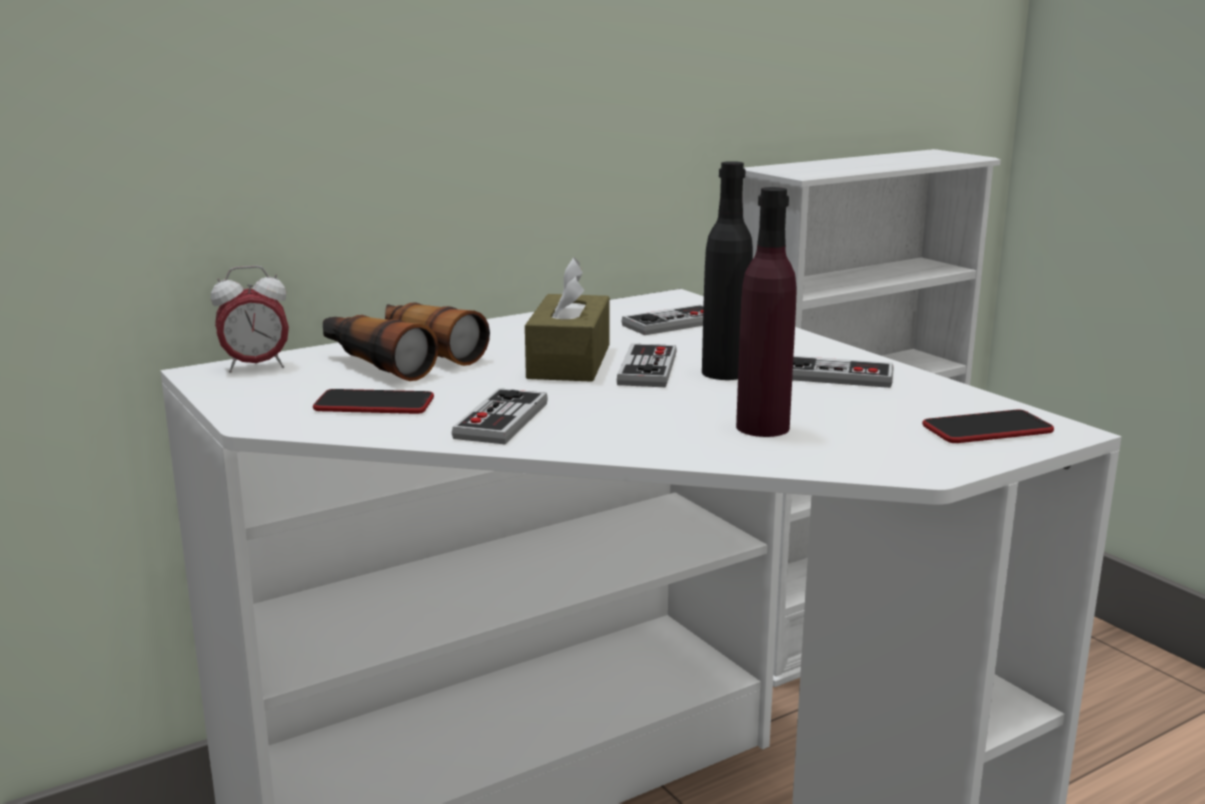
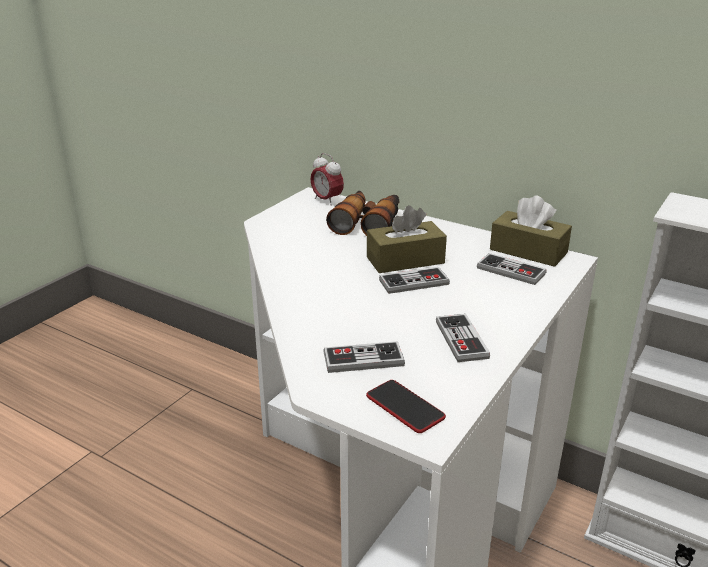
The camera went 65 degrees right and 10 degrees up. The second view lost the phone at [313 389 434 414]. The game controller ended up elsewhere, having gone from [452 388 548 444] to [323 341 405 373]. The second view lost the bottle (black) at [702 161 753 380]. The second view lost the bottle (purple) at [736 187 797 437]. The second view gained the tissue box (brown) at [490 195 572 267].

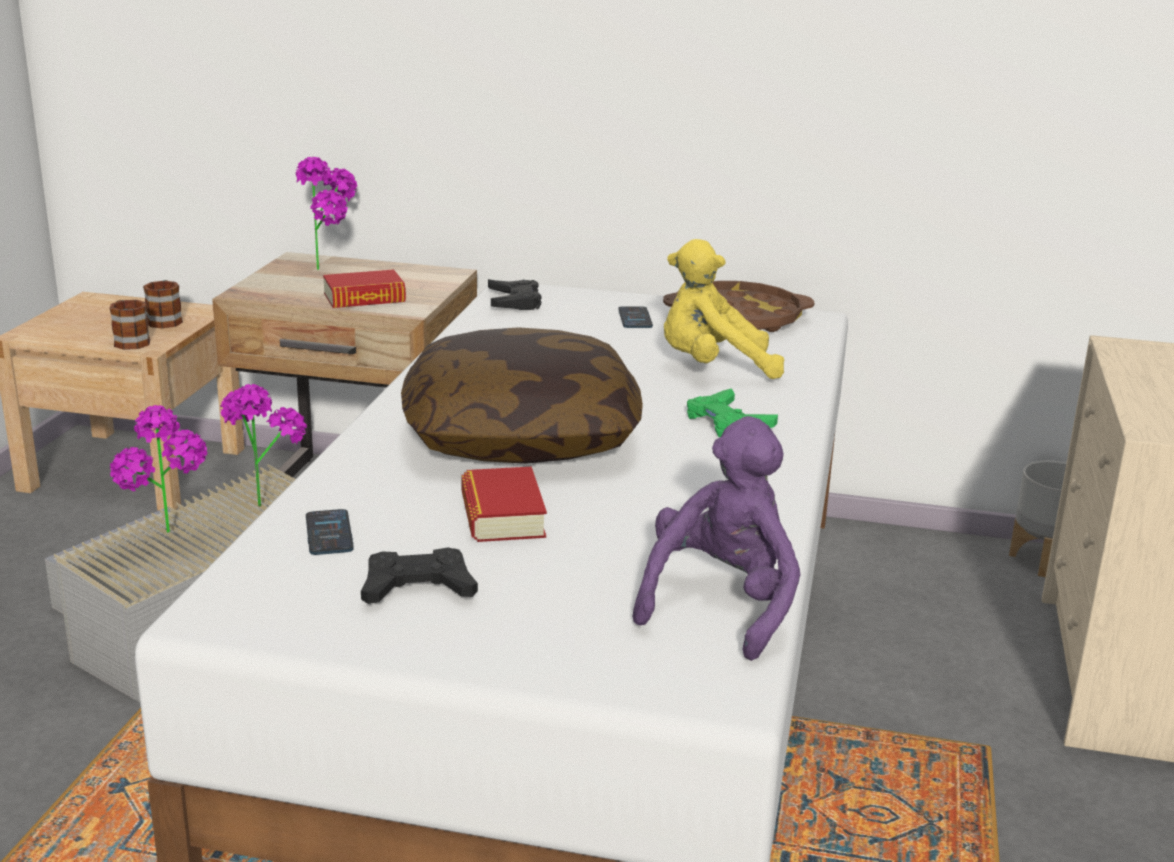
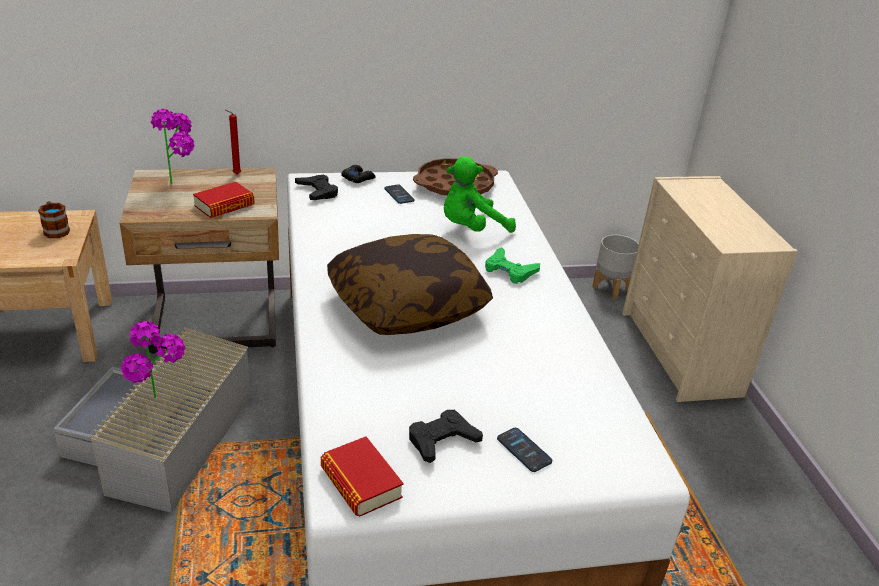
The camera went 25 degrees left and 10 degrees up. The second view lost the mug at [110 300 150 350]. The second view lost the potted plant at [220 384 307 507]. The phone ended up elsewhere, having gone from [306 509 354 555] to [497 428 552 472]. The book ended up elsewhere, having gone from [461 467 547 542] to [321 436 404 517]. The second view lost the plush toy (purple) at [632 416 801 661]. What was the plush toy (yellow) at [664 239 784 379] turned into the plush toy (green) at [443 156 516 233]. The second view gained the candle (red) at [226 110 241 174]. The second view gained the game controller (black) at [342 165 375 183].

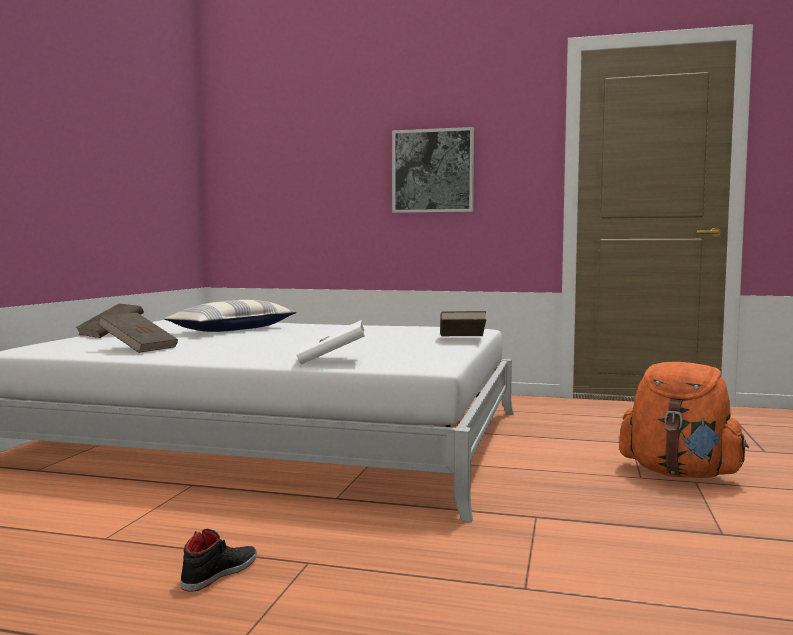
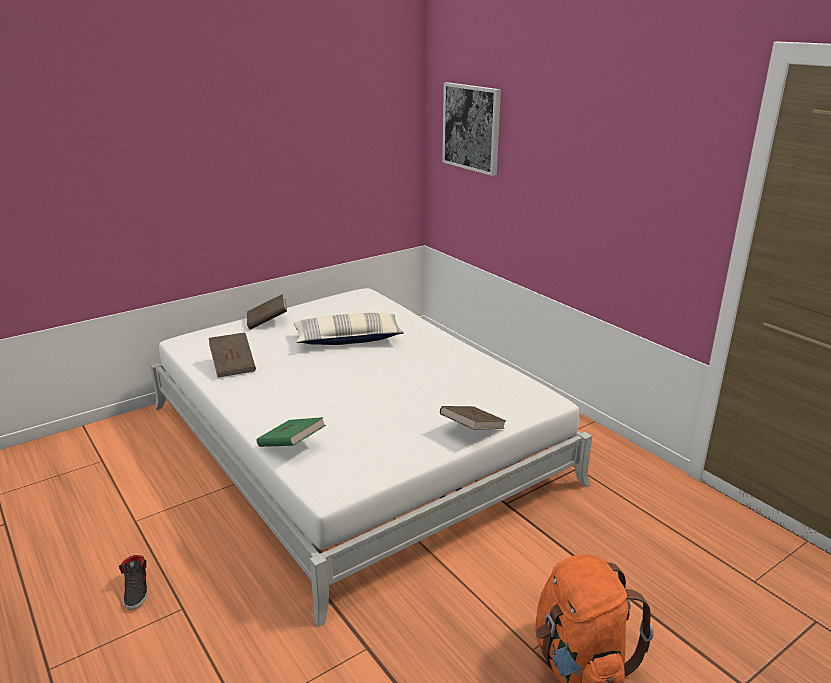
The camera went 40 degrees right and 20 degrees up. The shoe (black) at [181 529 257 592] ended up facing another way, 90 degrees clockwise from before. What was the book (white) at [296 320 365 364] turned into the book (green) at [257 417 326 447]. The picture ended up elsewhere, having gone from [392 127 474 213] to [442 82 501 176].

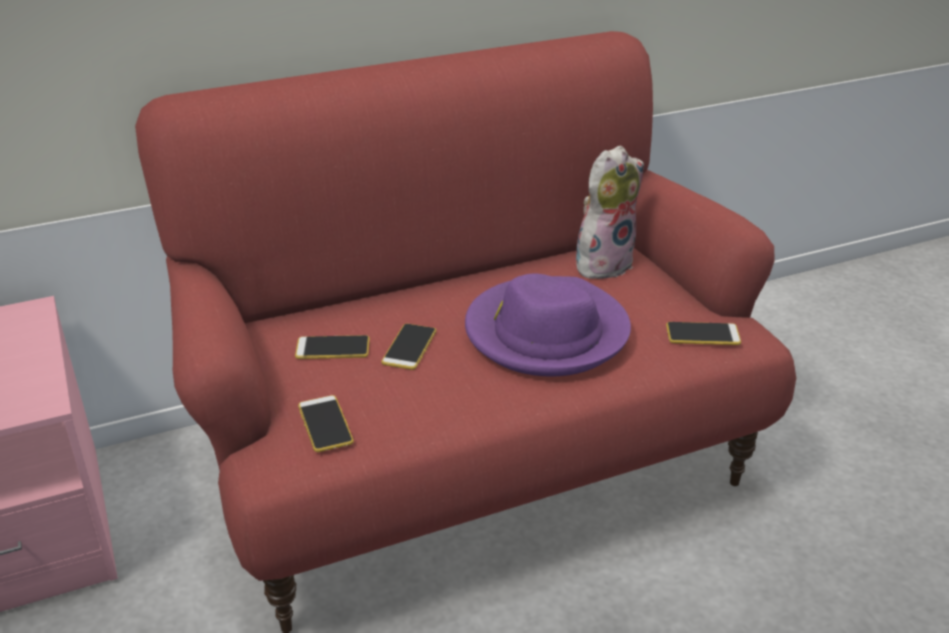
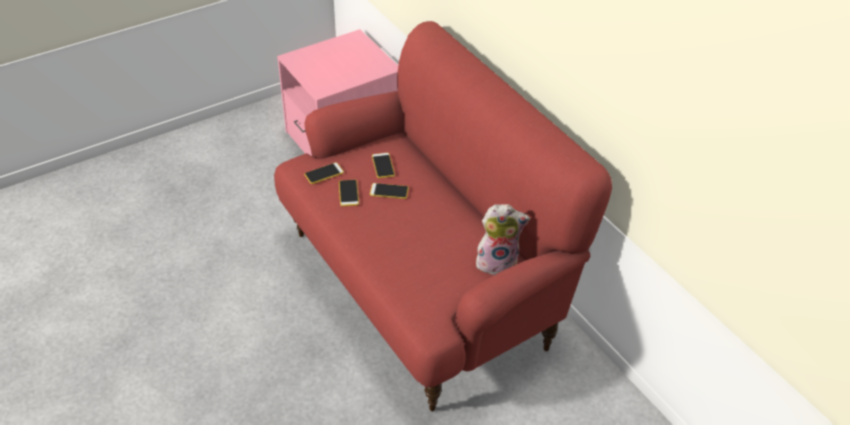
The camera went 80 degrees right and 10 degrees up. The second view lost the hat (purple) at [465 274 631 376]. The plush toy at [576 145 644 279] ended up facing another way, 45 degrees counterclockwise from before. The phone ended up elsewhere, having gone from [666 322 741 345] to [339 180 359 206].

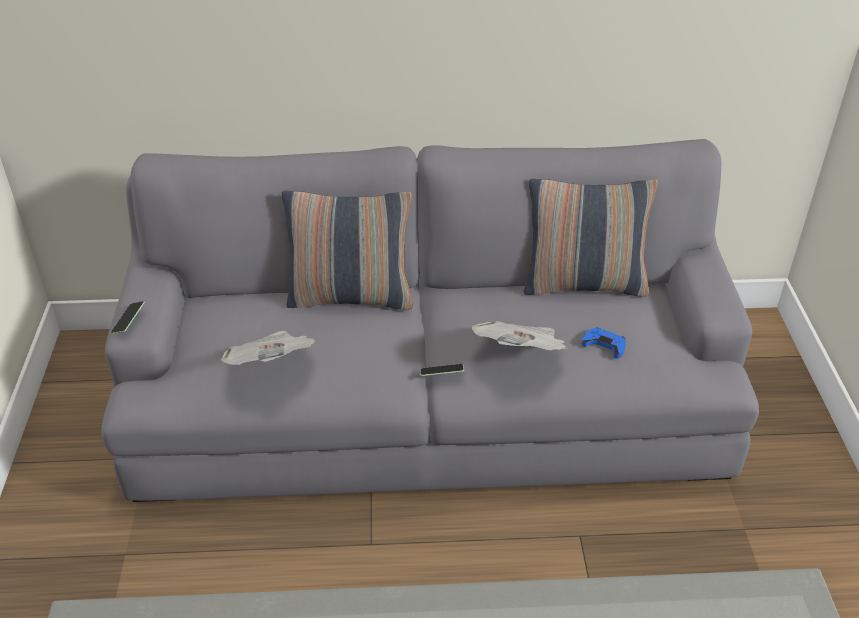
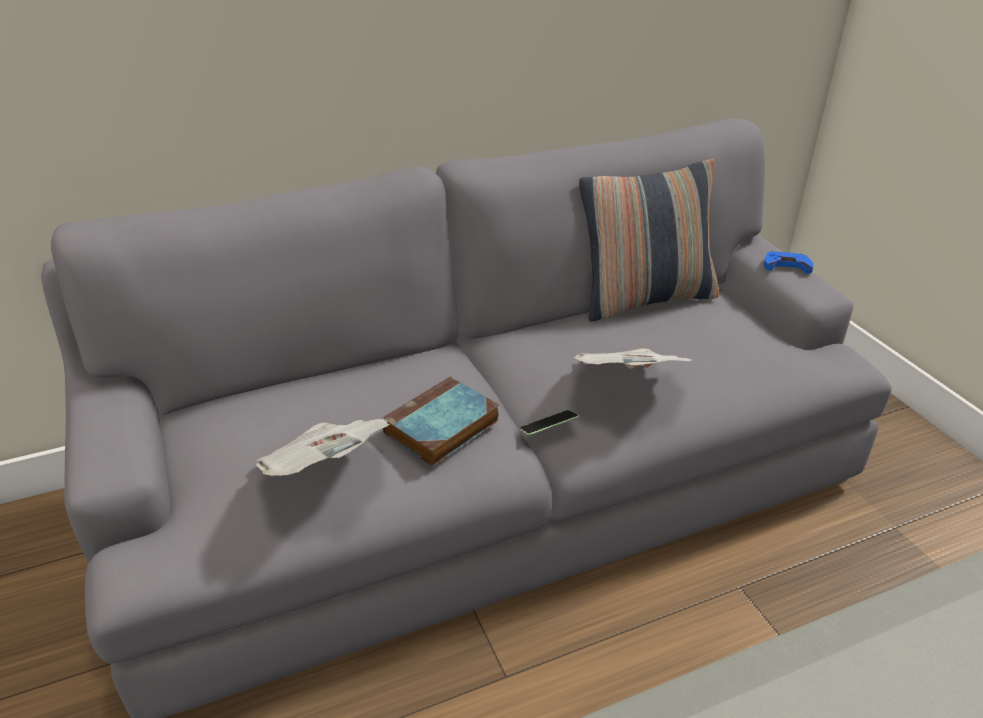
The camera went 20 degrees left and 5 degrees down. The second view lost the phone at [111 301 145 334]. The second view lost the pillow at [282 190 413 310]. The game controller (blue) ended up elsewhere, having gone from [582 328 626 359] to [764 251 814 274]. The second view gained the book at [383 376 499 467].

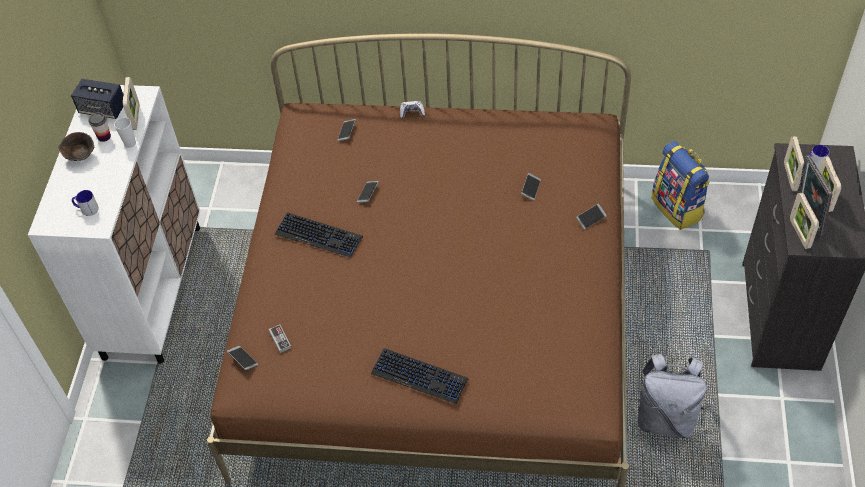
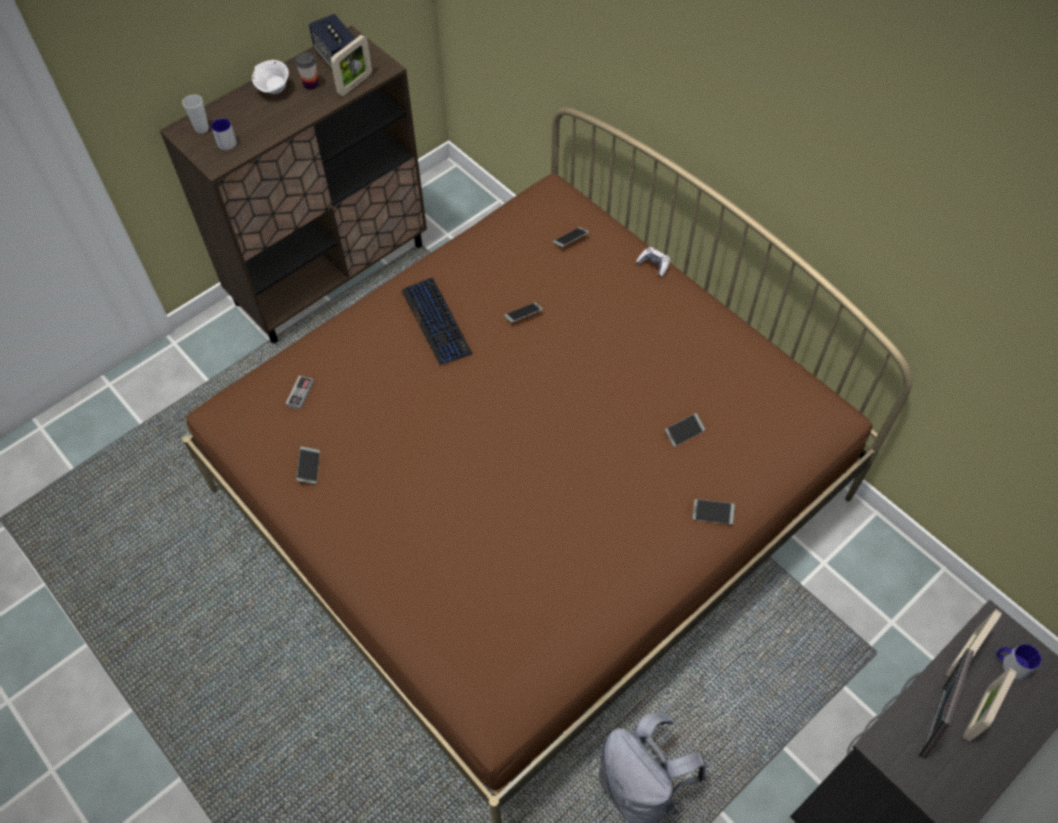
The camera went 40 degrees right and 5 degrees up. What was the cabinet (white) at [28 85 200 364] turned into the cabinet (brown) at [160 26 427 343]. What was the bowl (brown) at [58 132 94 161] turned into the bowl (white) at [252 60 289 94]. The cup ended up elsewhere, having gone from [114 117 136 148] to [182 95 209 134]. The phone ended up elsewhere, having gone from [227 346 258 370] to [296 446 320 484]. The second view lost the keyboard at [371 348 468 404]. The second view lost the backpack at [651 141 710 230]. The second view lost the picture frame at [790 192 819 249].

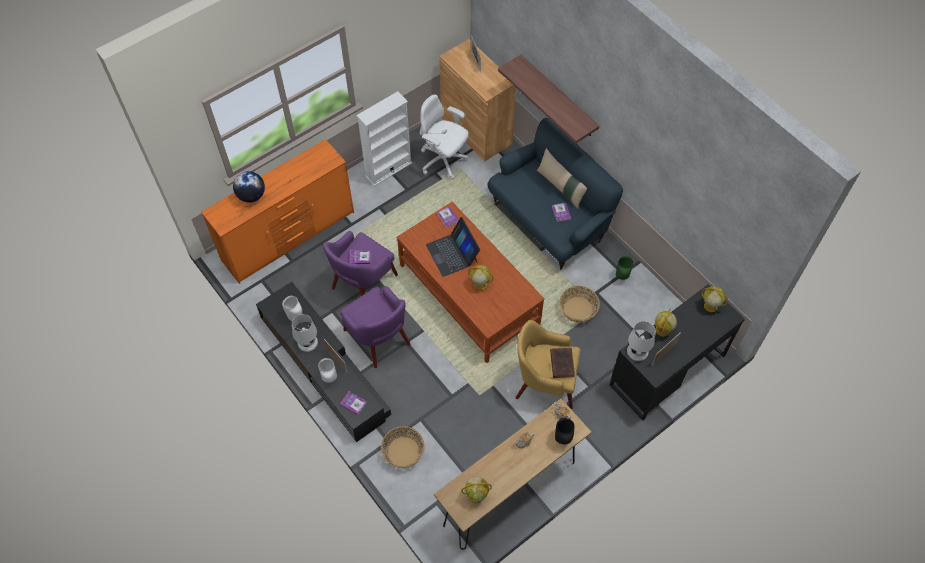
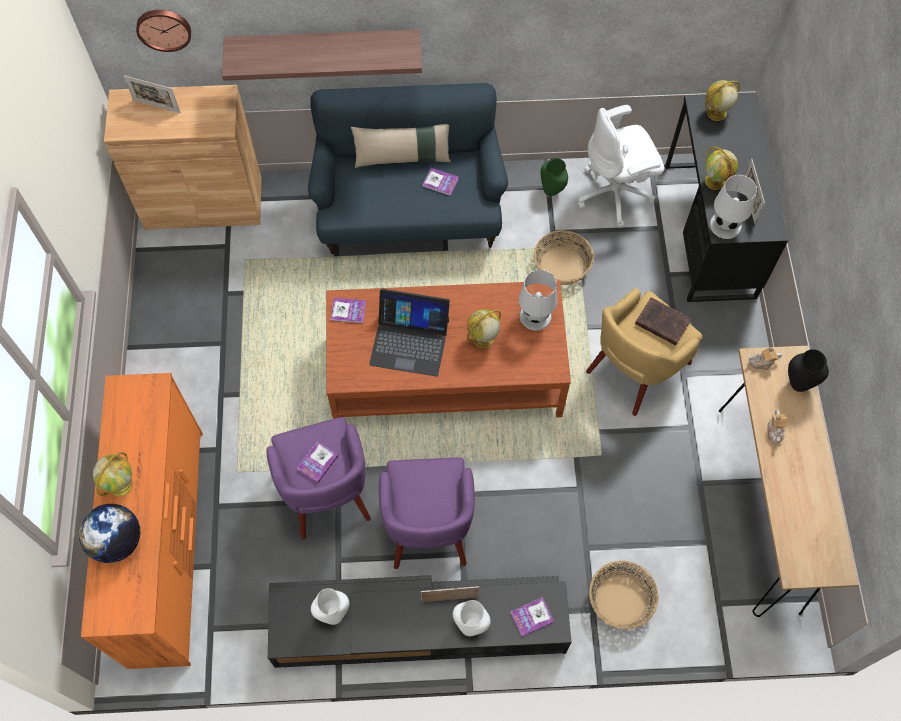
The camera went 55 degrees left and 5 degrees up. The table lamp (white) ended up elsewhere, having gone from [292 314 318 352] to [519 270 558 330]. The armchair (purple) at [340 286 410 368] ended up facing another way, 90 degrees clockwise from before. The second view lost the bookcase (white) at [356 91 412 186]. The office chair (white) ended up elsewhere, having gone from [420 95 469 180] to [578 105 665 228]. The globe ended up elsewhere, having gone from [461 477 492 503] to [93 452 133 497]. The second view gained the wall clock at [136 10 191 52].

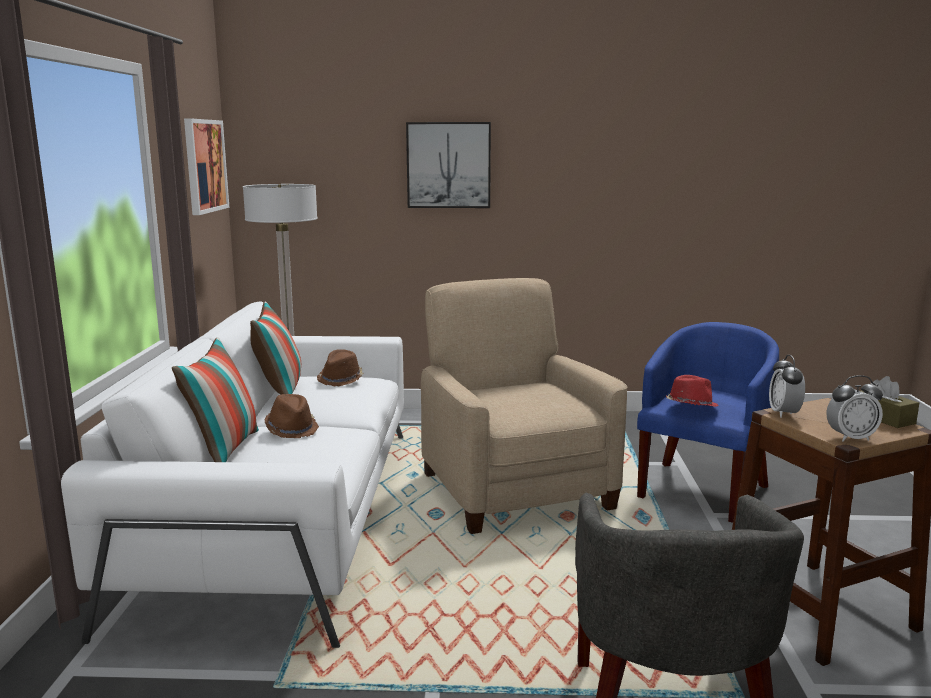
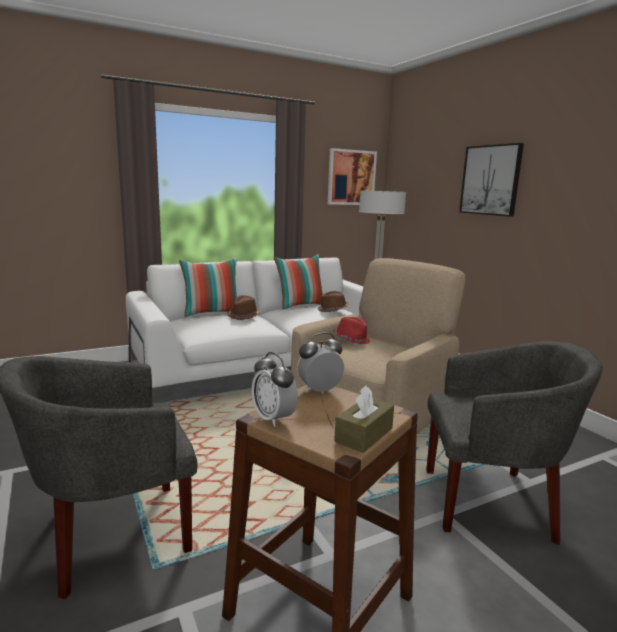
The camera went 60 degrees right and 0 degrees up. What was the armchair (blue) at [637 322 779 523] turned into the armchair (grey) at [426 342 603 545]. The hat (red) ended up elsewhere, having gone from [666 375 719 407] to [333 317 370 344].

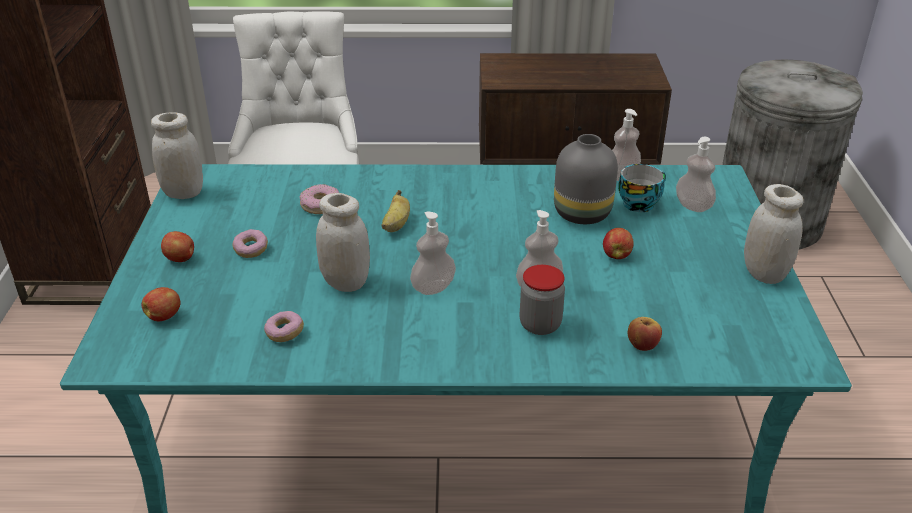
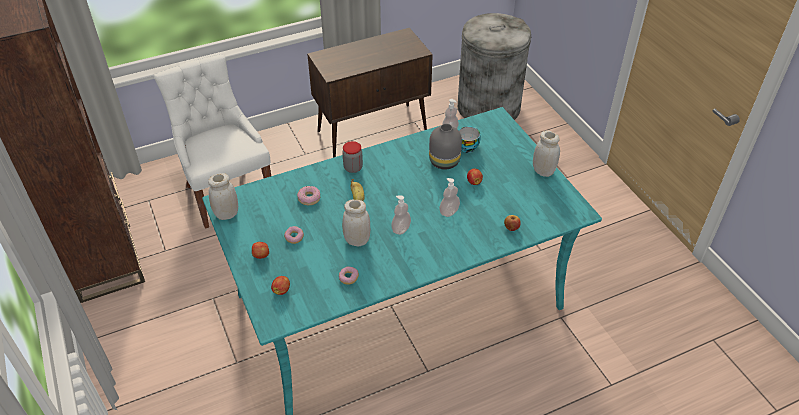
The camera went 25 degrees left and 10 degrees up. The jar ended up elsewhere, having gone from [519 265 565 335] to [342 141 363 173]. The second view lost the soap dispenser at [676 137 716 212].

